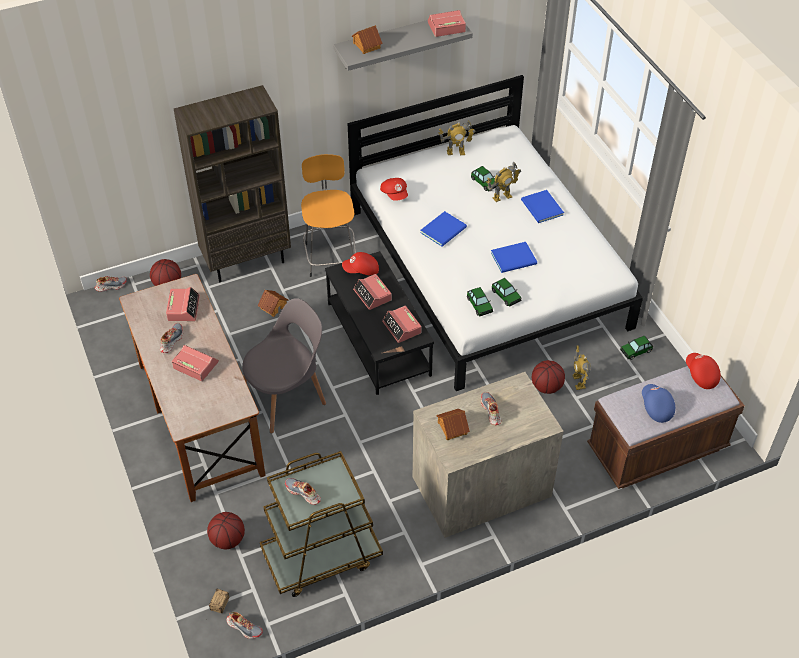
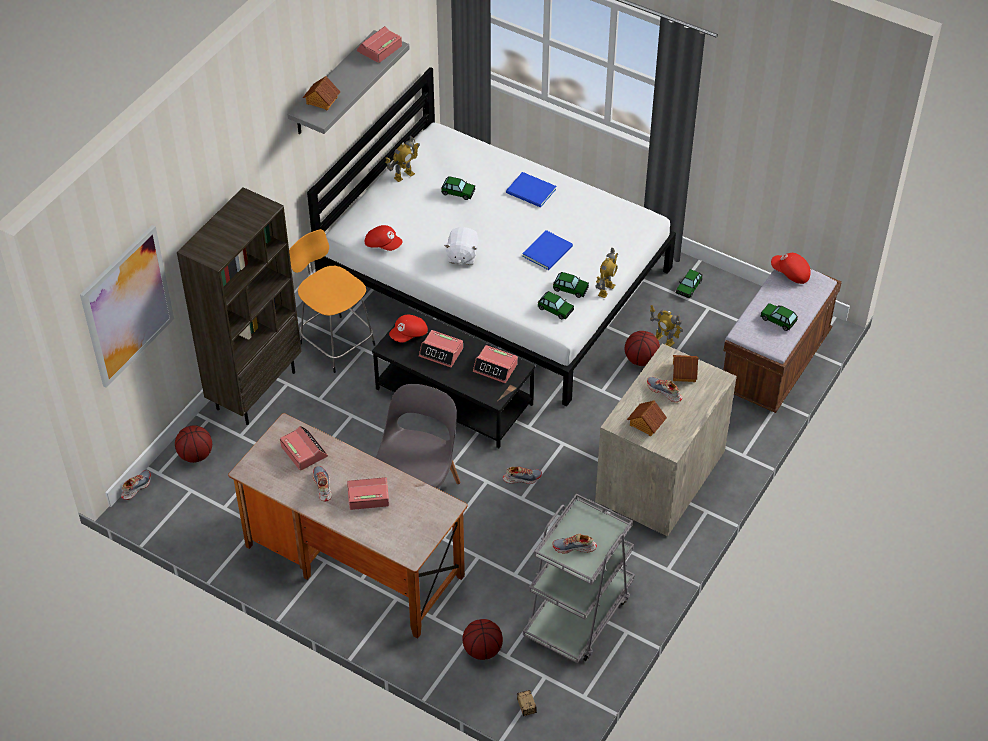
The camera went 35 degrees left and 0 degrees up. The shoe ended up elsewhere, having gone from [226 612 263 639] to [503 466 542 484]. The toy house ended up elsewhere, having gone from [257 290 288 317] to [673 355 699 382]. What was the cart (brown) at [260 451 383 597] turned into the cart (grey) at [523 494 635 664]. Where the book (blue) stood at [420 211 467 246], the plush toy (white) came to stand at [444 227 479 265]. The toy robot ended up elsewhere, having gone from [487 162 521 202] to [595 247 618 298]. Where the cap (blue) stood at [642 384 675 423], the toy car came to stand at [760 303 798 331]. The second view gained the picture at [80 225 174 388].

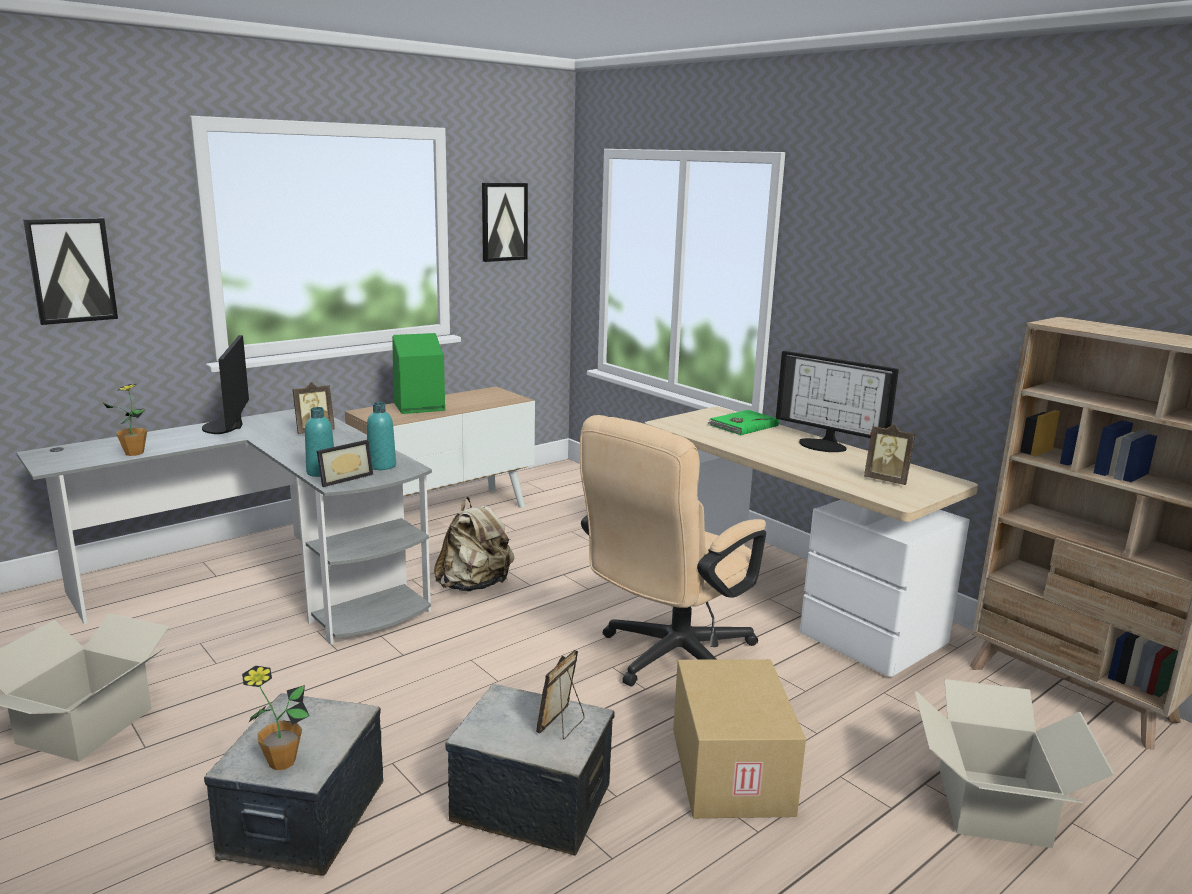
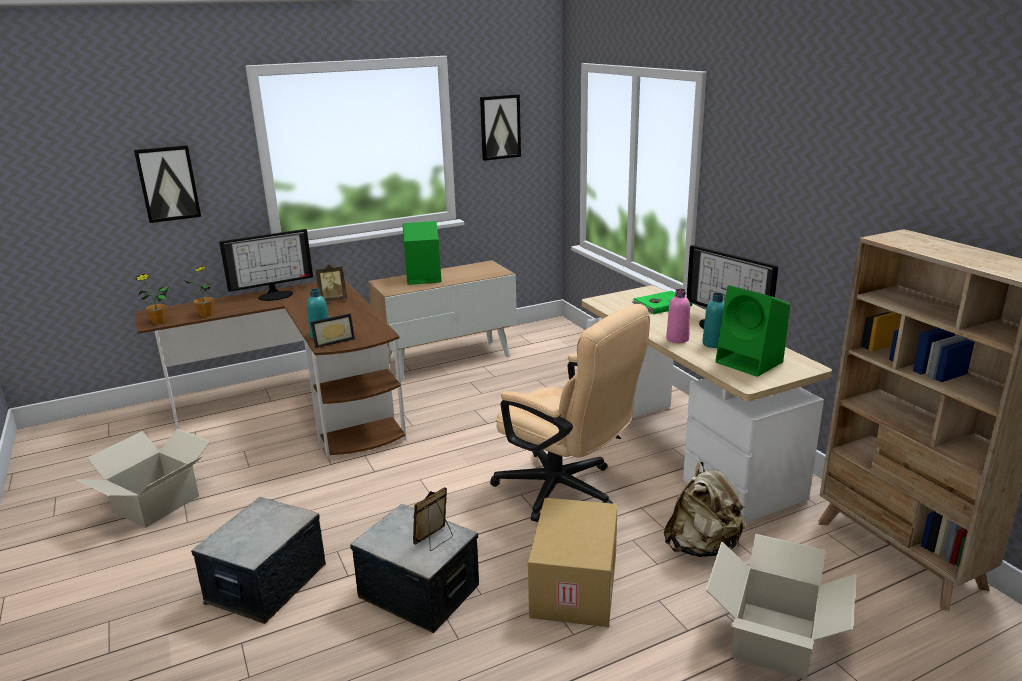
The camera went 15 degrees right and 5 degrees up. What was the desk (grey) at [16 409 432 644] turned into the desk (brown) at [135 279 406 459]. The monitor at [202 335 249 434] ended up facing another way, 120 degrees counterclockwise from before. The potted plant ended up elsewhere, having gone from [242 666 309 770] to [135 274 168 324]. The bottle (turquoise) ended up elsewhere, having gone from [367 402 396 470] to [702 293 725 348]. The backpack (beige) ended up elsewhere, having gone from [434 497 514 591] to [664 461 746 557]. The office chair (beige) at [580 415 766 686] ended up facing another way, 105 degrees counterclockwise from before. Where the picture frame stood at [864 424 915 485], the speaker (green) came to stand at [715 285 790 377]. The second view gained the bottle (pink) at [666 289 690 343].

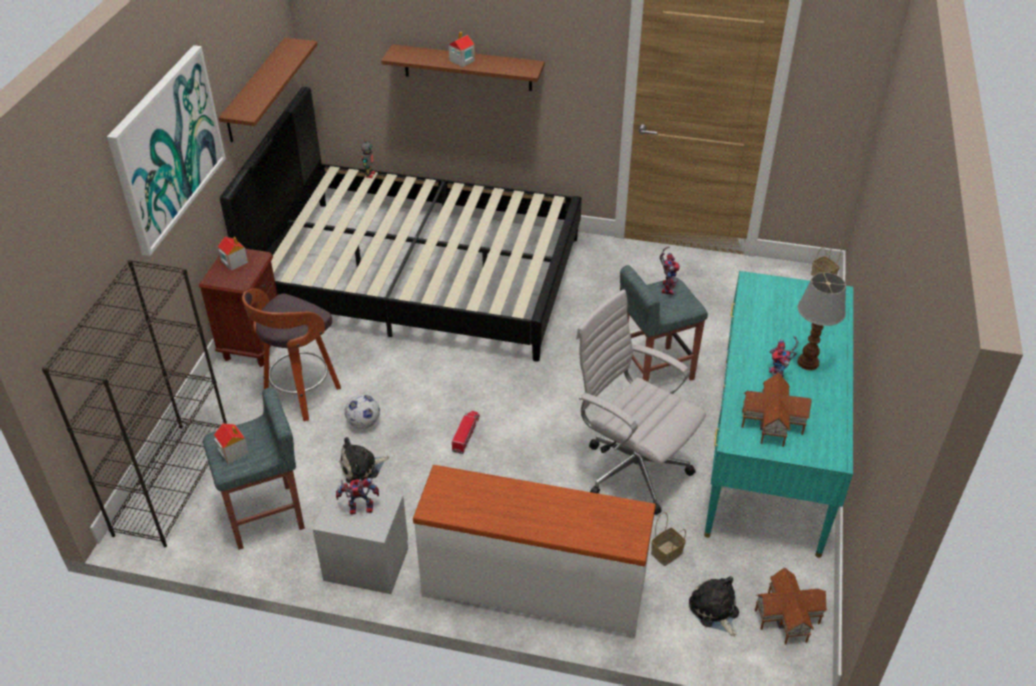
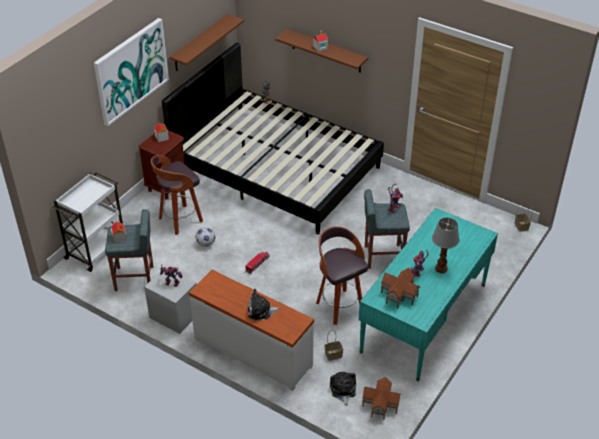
The camera went 20 degrees right and 0 degrees up. Where the bookcase (black) stood at [42 260 227 547], the cart (white) came to stand at [52 172 123 272]. The plush toy ended up elsewhere, having gone from [339 437 389 483] to [248 289 280 320]. Where the office chair (white) stood at [576 289 706 515], the stool came to stand at [316 226 368 325].

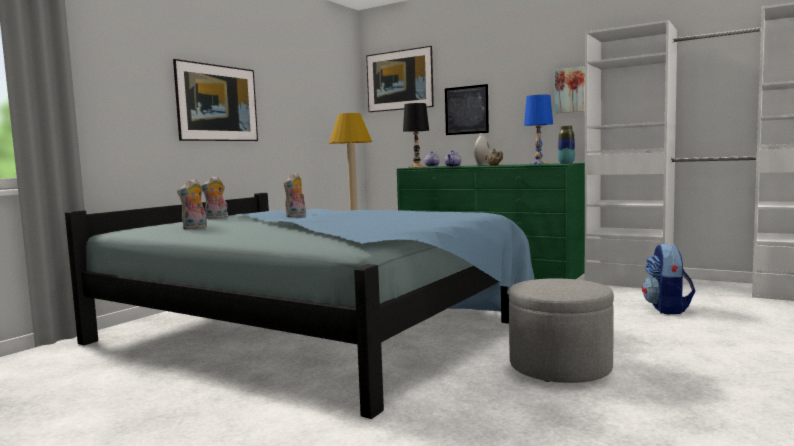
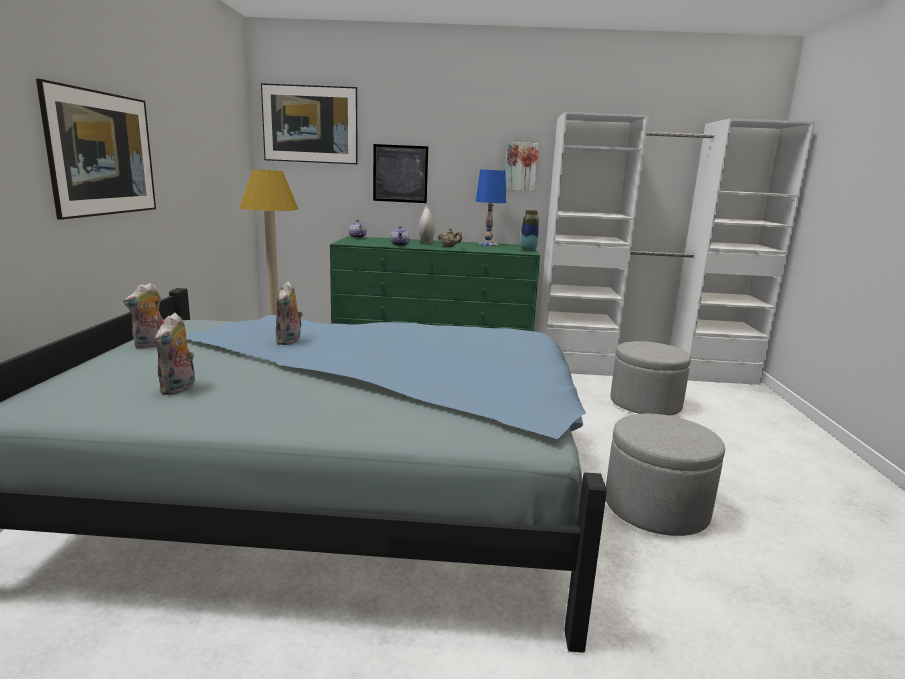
The camera went 30 degrees left and 10 degrees up. The second view lost the table lamp (black) at [403 103 429 168]. Where the backpack stood at [642 243 696 314], the ottoman (grey) came to stand at [610 341 691 416].

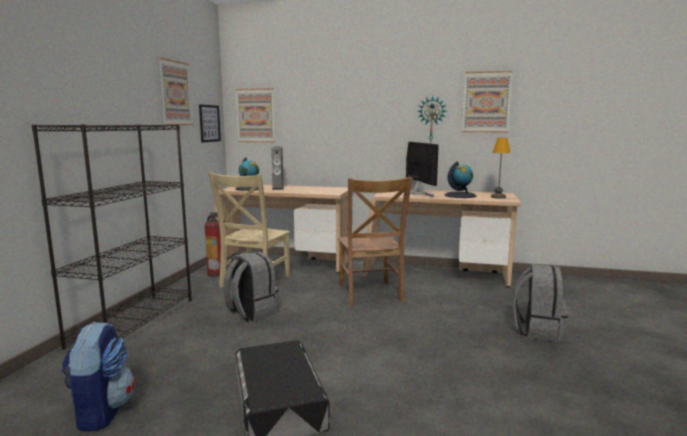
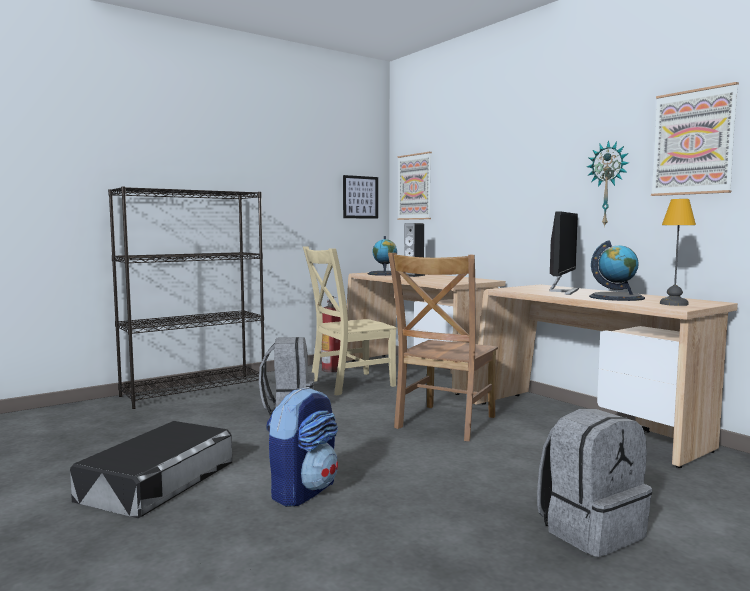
The camera went 40 degrees right and 5 degrees down. The backpack ended up elsewhere, having gone from [62 322 135 431] to [266 387 338 507]. The second view lost the picture at [158 58 193 125].

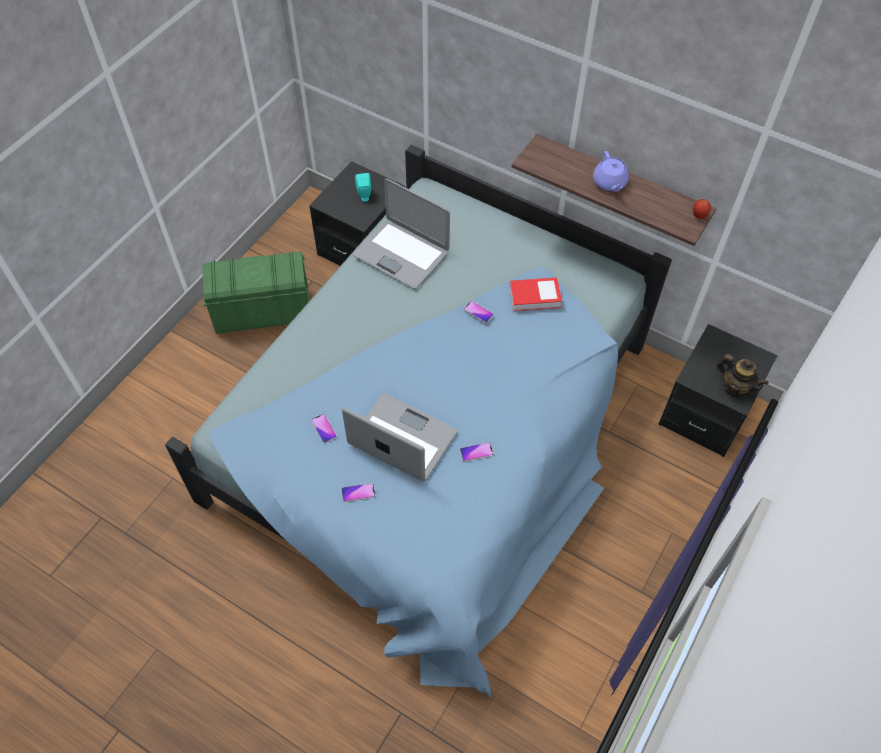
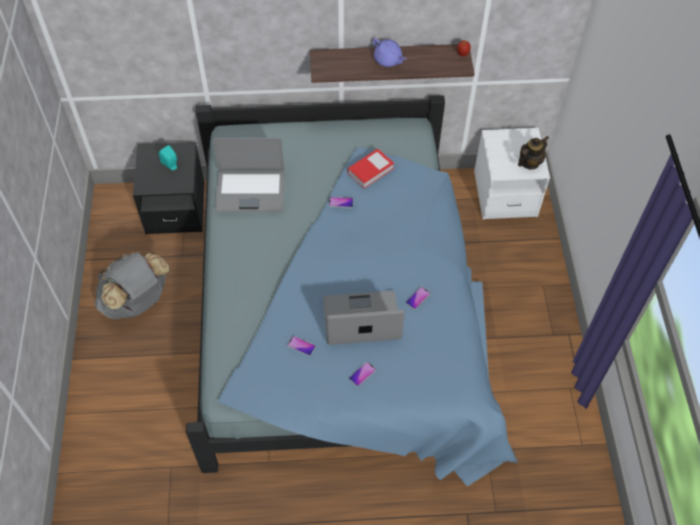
The camera went 35 degrees left and 0 degrees up. Where the storage box (green) stood at [202 251 310 334], the backpack (grey) came to stand at [94 252 169 319]. What was the nightstand (black) at [658 324 778 457] turned into the nightstand (white) at [474 128 550 220]. The teapot at [716 354 769 397] ended up facing another way, 45 degrees counterclockwise from before.

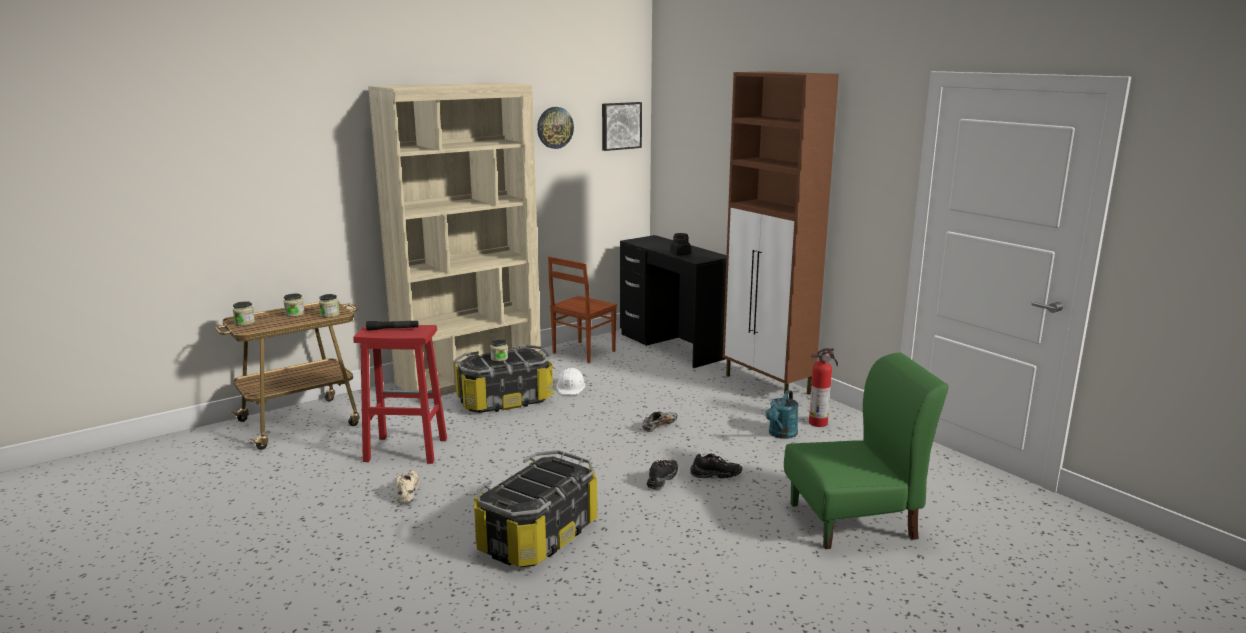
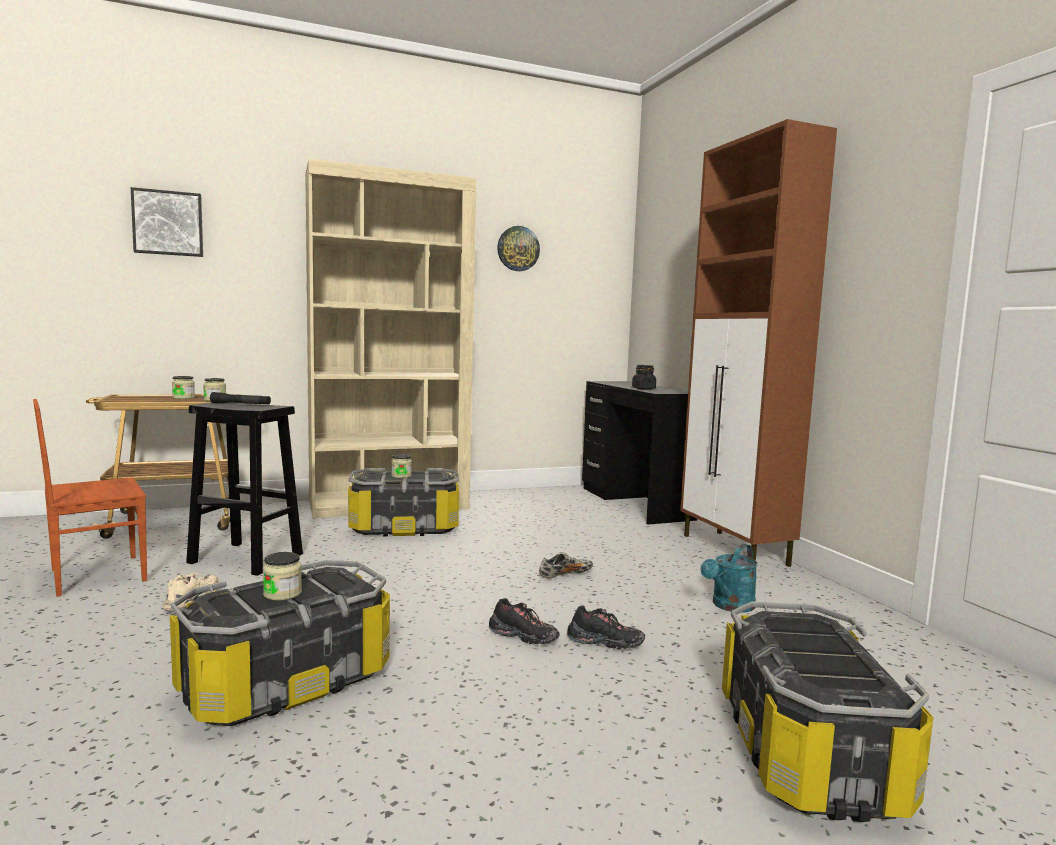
The camera went 15 degrees right and 10 degrees down. The jar ended up elsewhere, having gone from [233 301 255 326] to [263 552 302 601]. What was the stool (red) at [353 325 447 464] turned into the stool (black) at [186 402 303 576]. The chair (brown) ended up elsewhere, having gone from [548 256 617 363] to [33 399 147 597]. The second view lost the hard hat (white) at [556 368 586 395]. The picture ended up elsewhere, having gone from [602 102 642 151] to [131 187 203 257]. The shoe (black) at [647 460 678 490] ended up facing another way, 75 degrees clockwise from before. Where the chair (green) stood at [784 353 948 549], the storage box came to stand at [722 601 933 822]. The second view lost the fire extinguisher at [809 348 838 427].

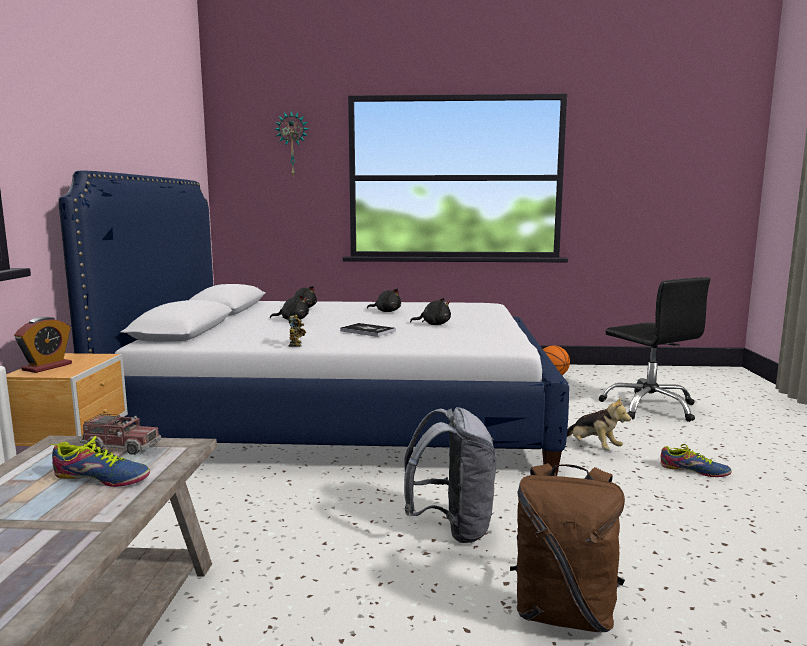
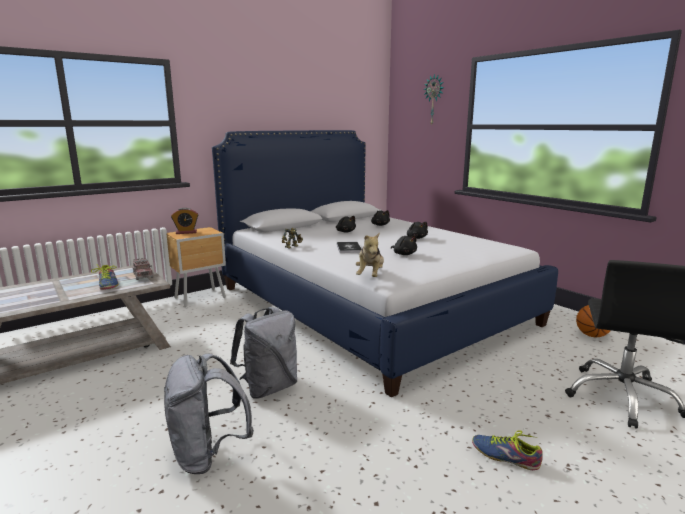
The camera went 50 degrees right and 5 degrees up. What was the backpack (brown) at [510 463 625 632] turned into the backpack (grey) at [164 354 254 474]. The plush toy ended up elsewhere, having gone from [567 397 631 450] to [356 232 384 277]. The shoe at [661 444 732 477] ended up facing another way, 135 degrees clockwise from before.

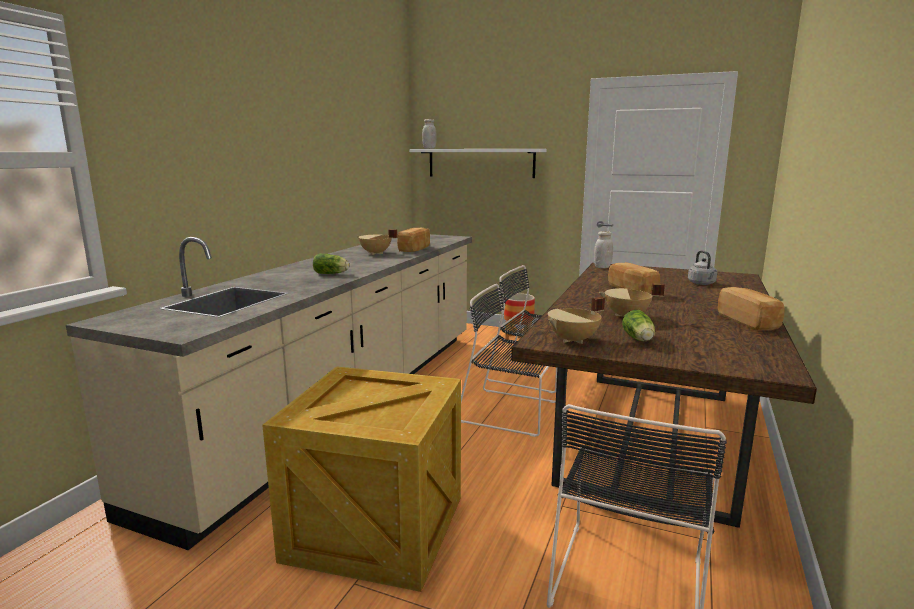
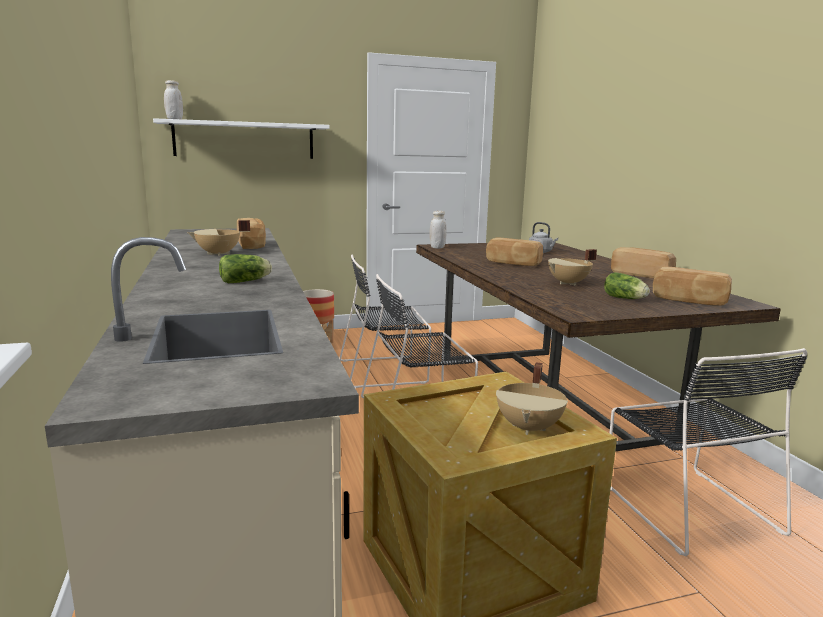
The camera went 40 degrees left and 0 degrees up. The cooking pot (beige) ended up elsewhere, having gone from [548 297 605 344] to [496 362 568 435]. The second view gained the bread at [653 266 732 306].

